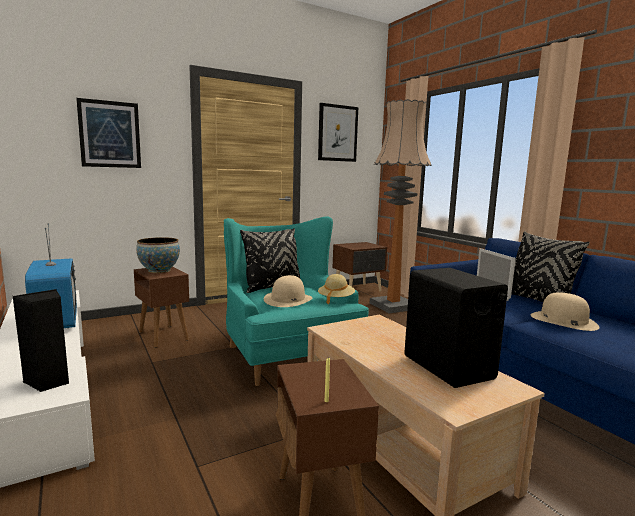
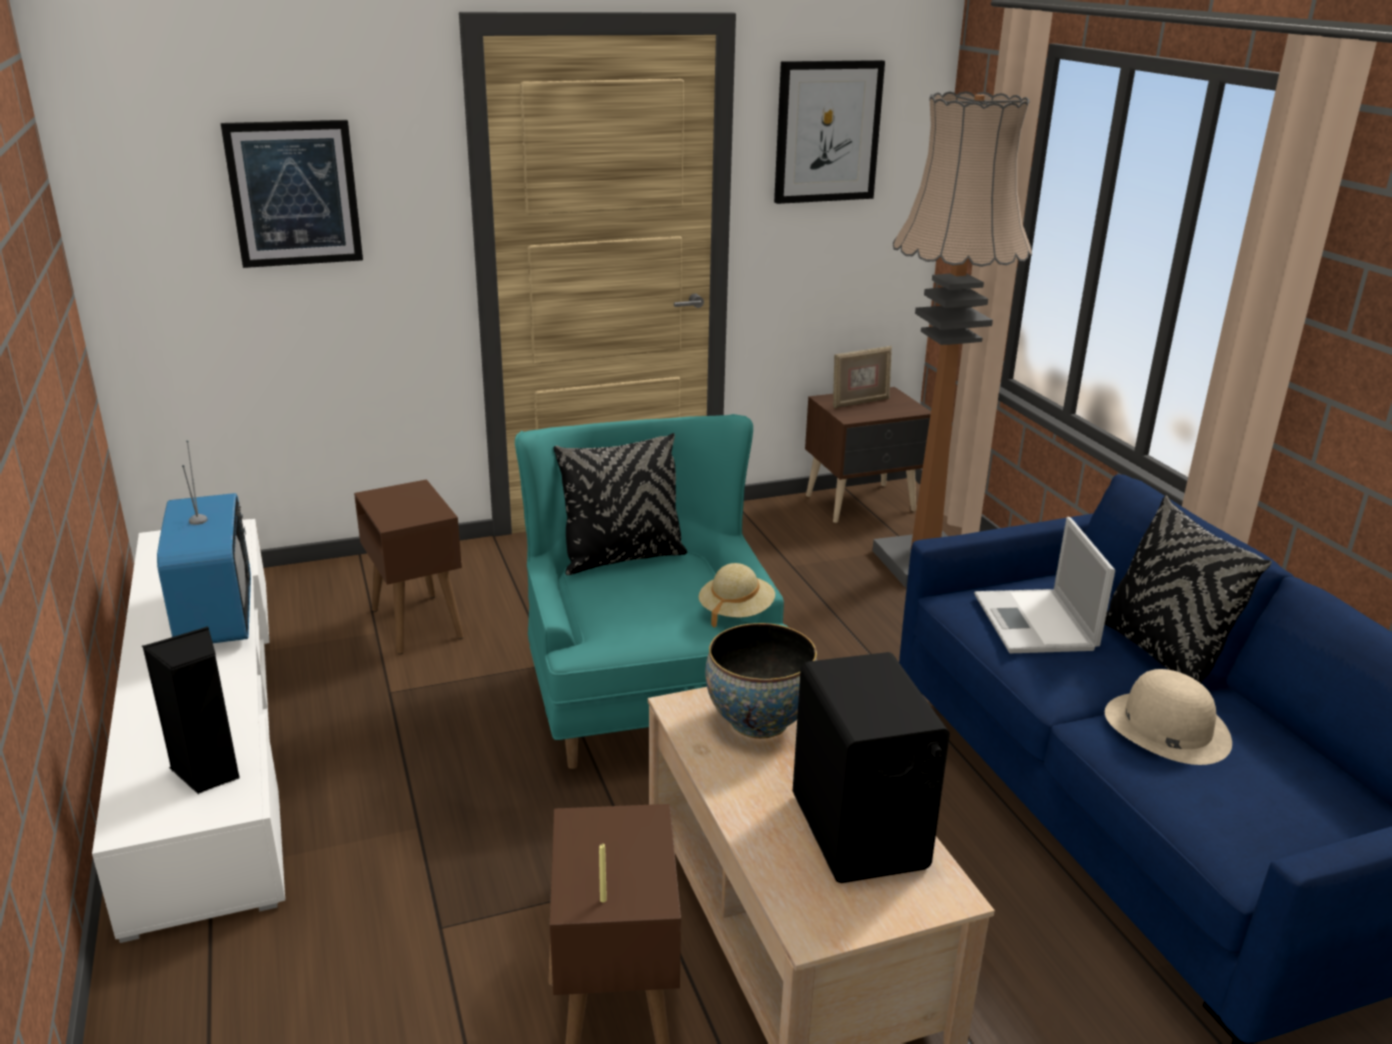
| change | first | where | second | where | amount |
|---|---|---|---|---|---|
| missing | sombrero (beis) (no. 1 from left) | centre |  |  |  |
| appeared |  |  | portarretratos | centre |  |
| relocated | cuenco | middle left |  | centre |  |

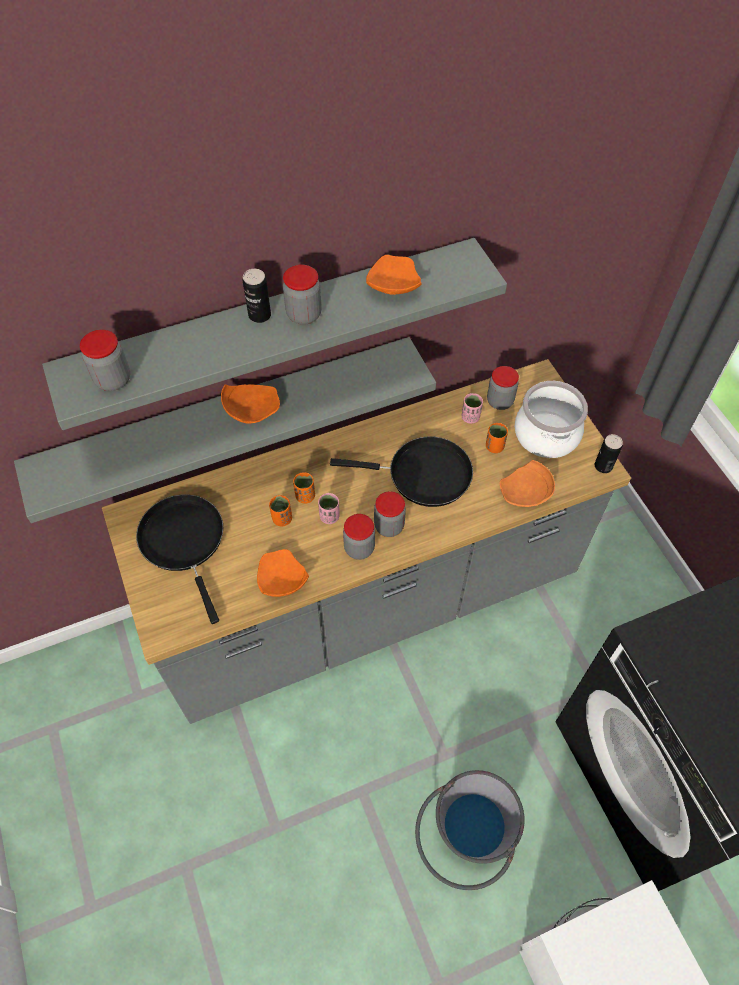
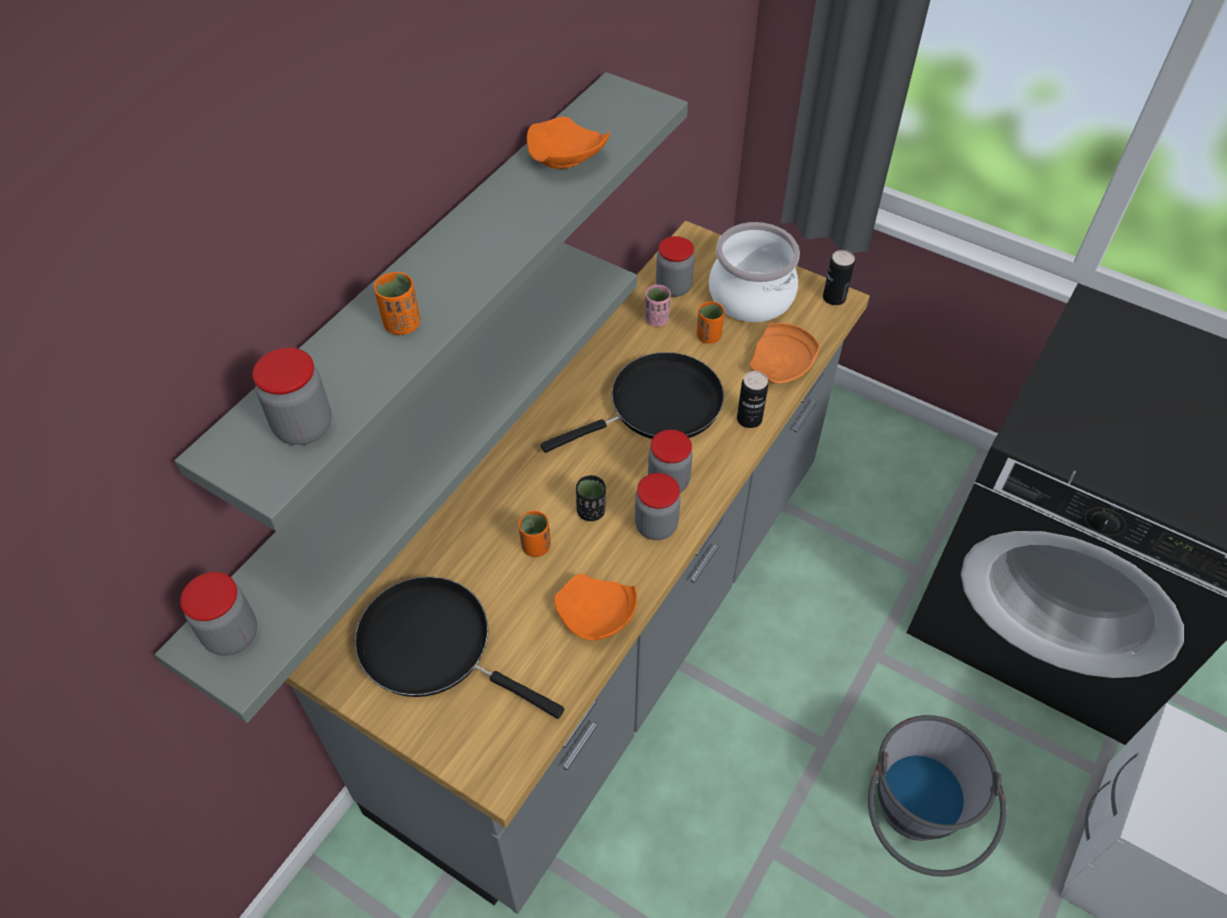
| change | first | where | second | where | amount |
|---|---|---|---|---|---|
| missing | plato (naranja) (no. 1 from left) | centre |  |  |  |
| relocated | lata (no. 1 from left) | top centre |  | centre |  |
| relocated | tarro (no. 2 from left in the first image) | top centre | tarro (no. 1 from left) | bottom left |  |
| relocated | taza (naranja) (no. 2 from left in the first image) | centre | taza (naranja) (no. 1 from left) | top left |  |
| colour | taza (rosa) (no. 1 from left) | centre | taza (negro) | centre |  |

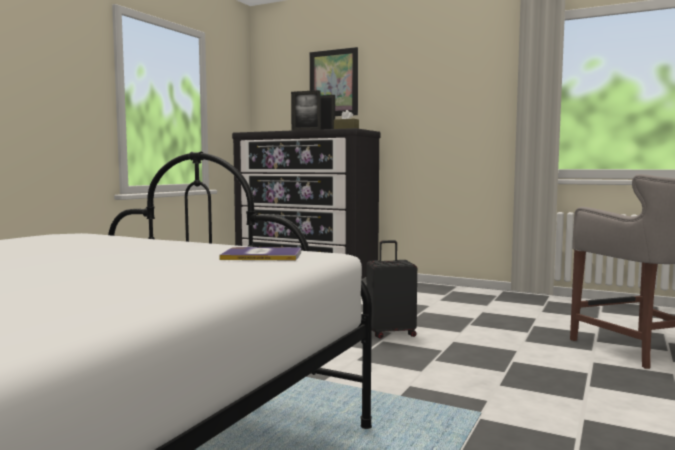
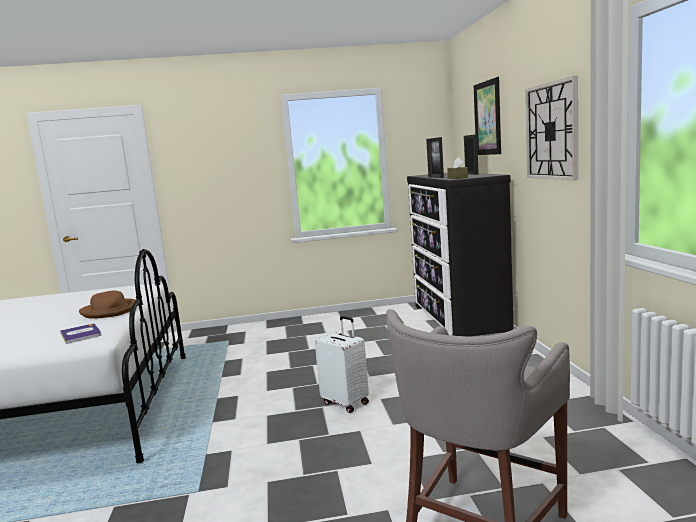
| change | first | where | second | where | amount |
|---|---|---|---|---|---|
| appeared |  |  | sombrero (marrón) | middle left |  |
| appeared |  |  | reloj de pared | top right |  |
| colour | maleta (negro) | centre | maleta (blanco) | bottom centre |  |

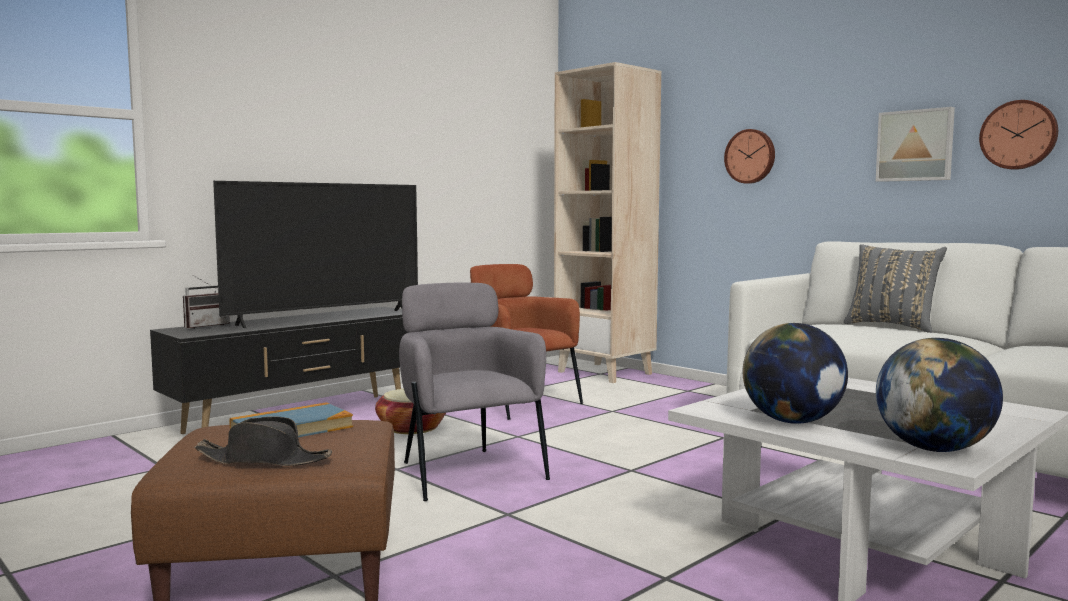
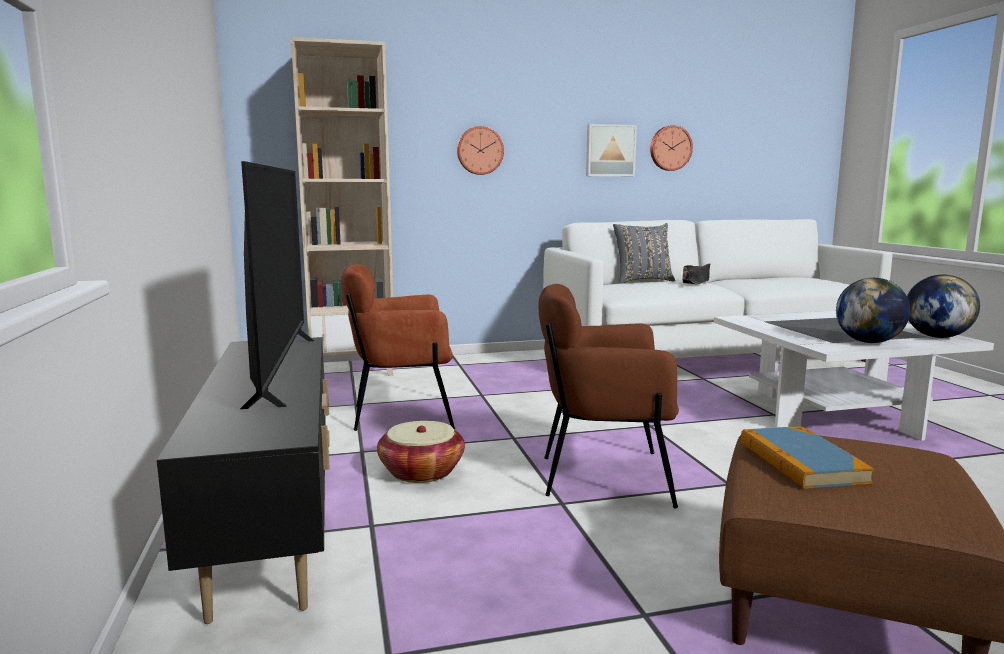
| change | first | where | second | where | amount |
|---|---|---|---|---|---|
| missing | radio | middle left |  |  |  |
| relocated | sombrero (negro) | bottom left |  | middle right |  |
| colour | sillón (gris) | centre | sillón (marrón) (no. 2 from left) | centre |  |

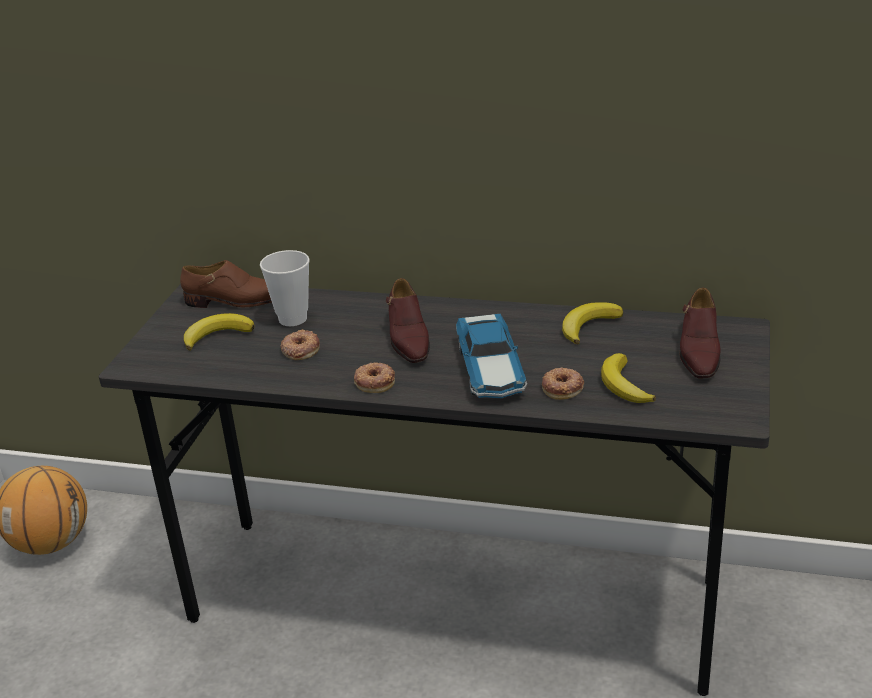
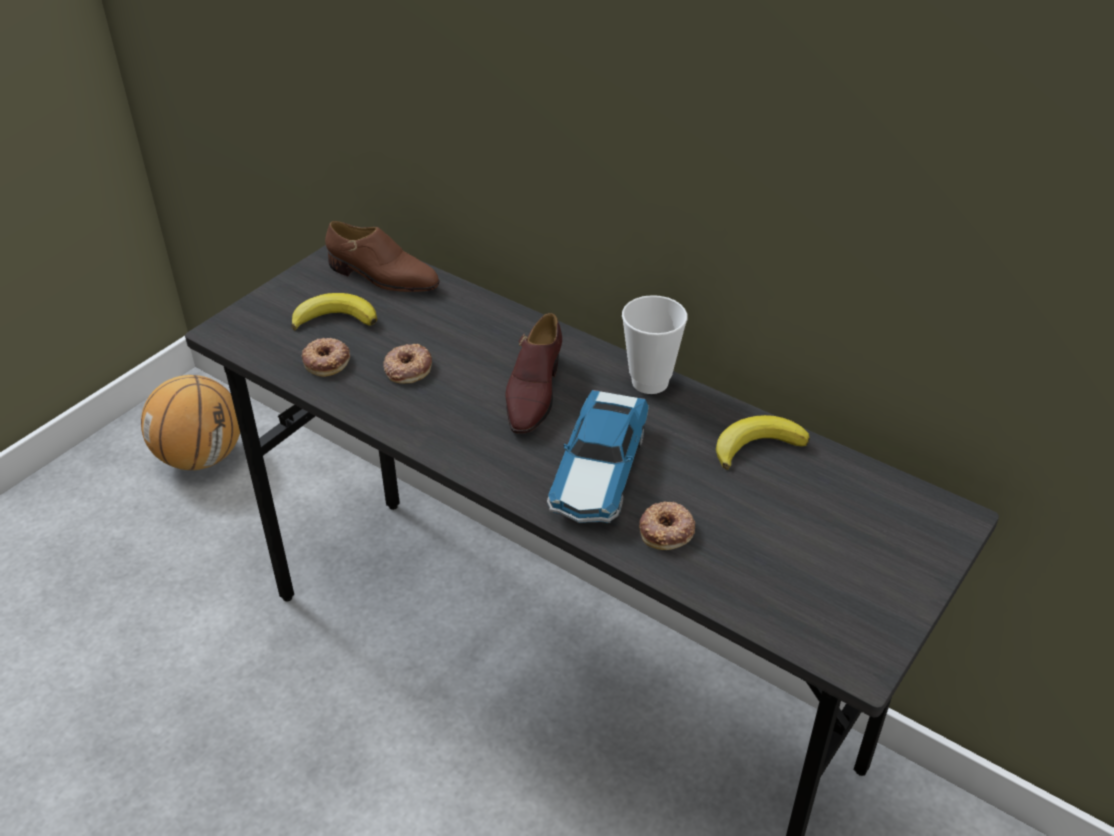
| change | first | where | second | where | amount |
|---|---|---|---|---|---|
| missing | plátano (no. 3 from left) | middle right |  |  |  |
| missing | zapato (marrón) (no. 3 from left) | middle right |  |  |  |
| relocated | taza | middle left |  | centre |  |
| relocated | rosquilla (no. 2 from left in the first image) | centre | rosquilla (no. 1 from left) | middle left |  |

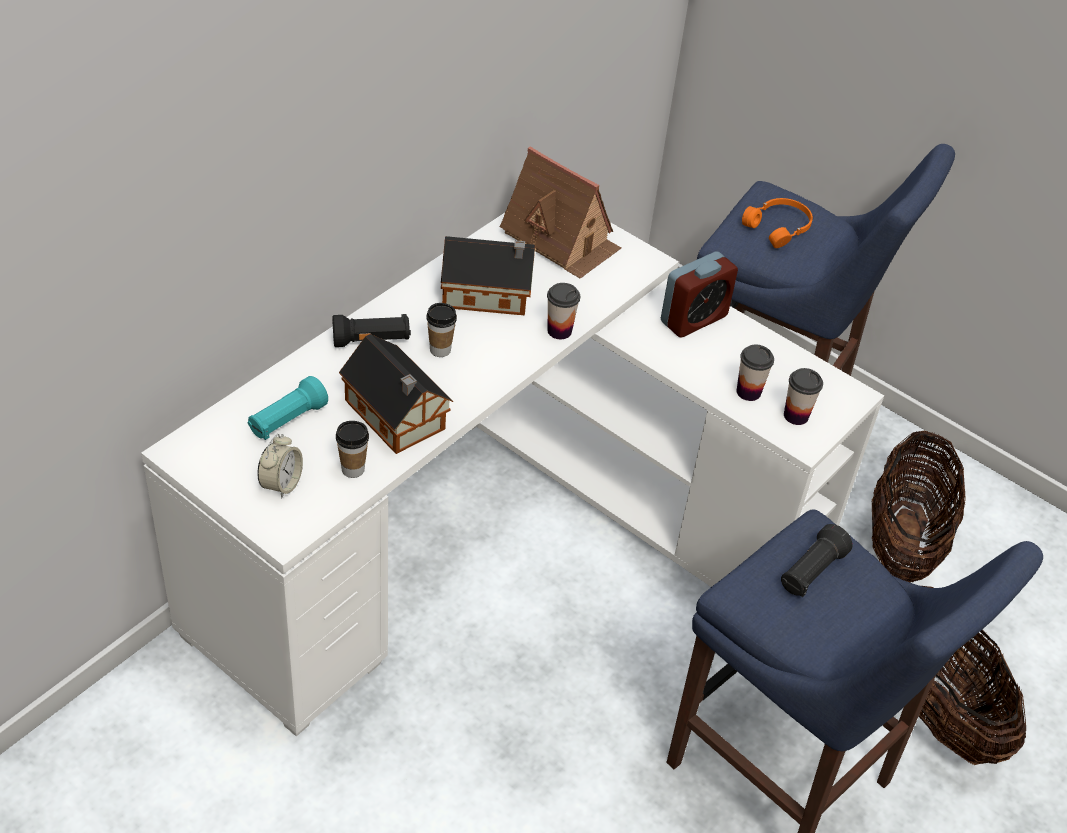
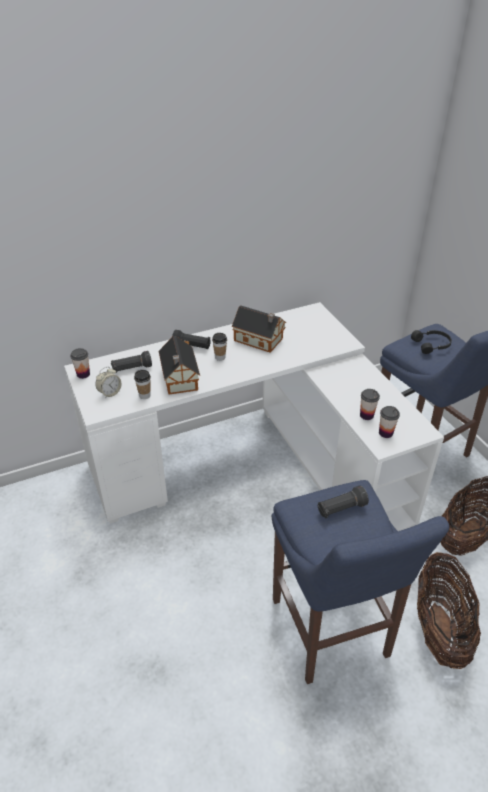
| change | first | where | second | where | amount |
|---|---|---|---|---|---|
| missing | casita (no. 3 from left) | top centre |  |  |  |
| missing | despertador (no. 2 from left) | centre |  |  |  |
| relocated | taza (no. 3 from left in the first image) | centre | taza (no. 1 from left) | middle left |  |
| colour | linterna (turquesa) | middle left | linterna (negro) (no. 1 from left) | middle left |  |
| colour | auriculares (naranja) | top right | auriculares (negro) | middle right |  |

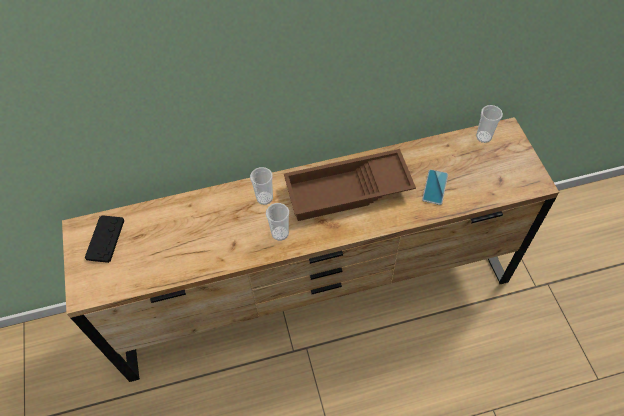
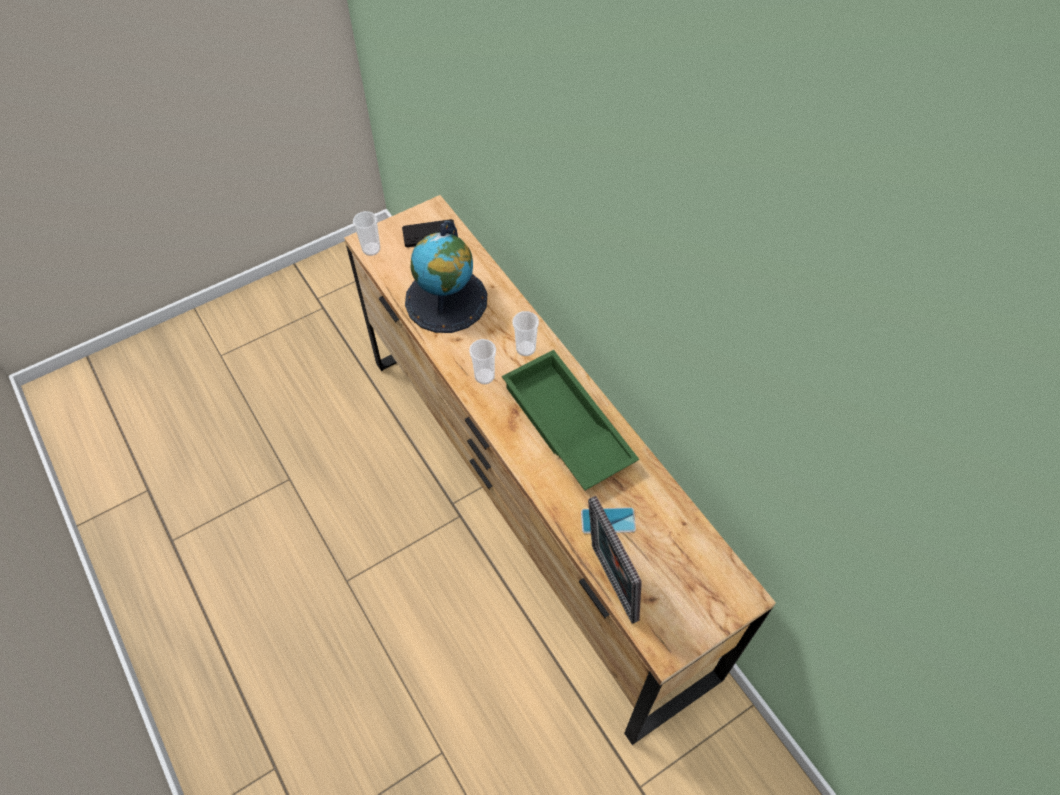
| change | first | where | second | where | amount |
|---|---|---|---|---|---|
| appeared |  |  | globo terráqueo | centre |  |
| appeared |  |  | portarretratos | bottom centre |  |
| relocated | taza (no. 3 from left in the first image) | top right | taza (no. 1 from left) | top centre |  |
| colour | bandeja (marrón) | centre | bandeja (verde) | centre |  |

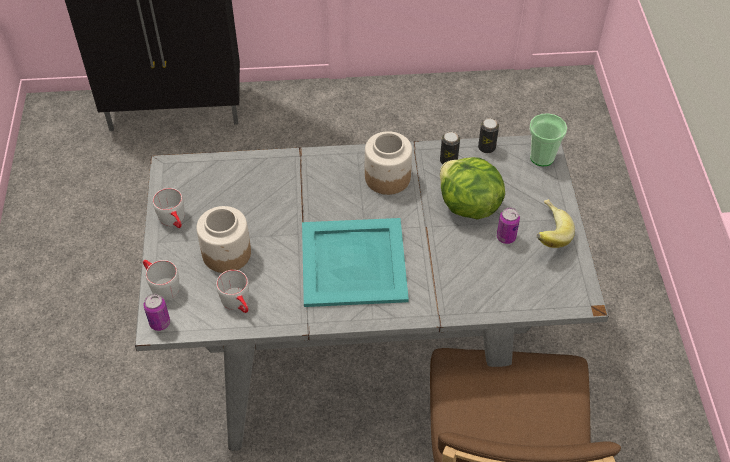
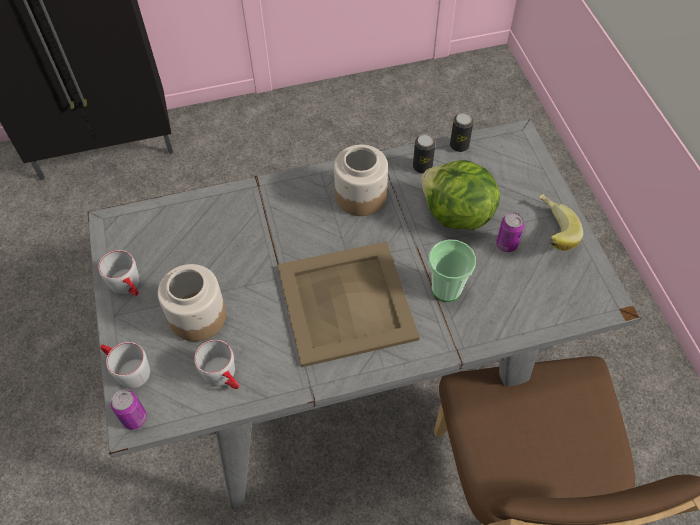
| change | first | where | second | where | amount |
|---|---|---|---|---|---|
| relocated | taza | top right |  | centre |  |
| colour | bandeja (turquesa) | centre | bandeja (beis) | centre |  |

